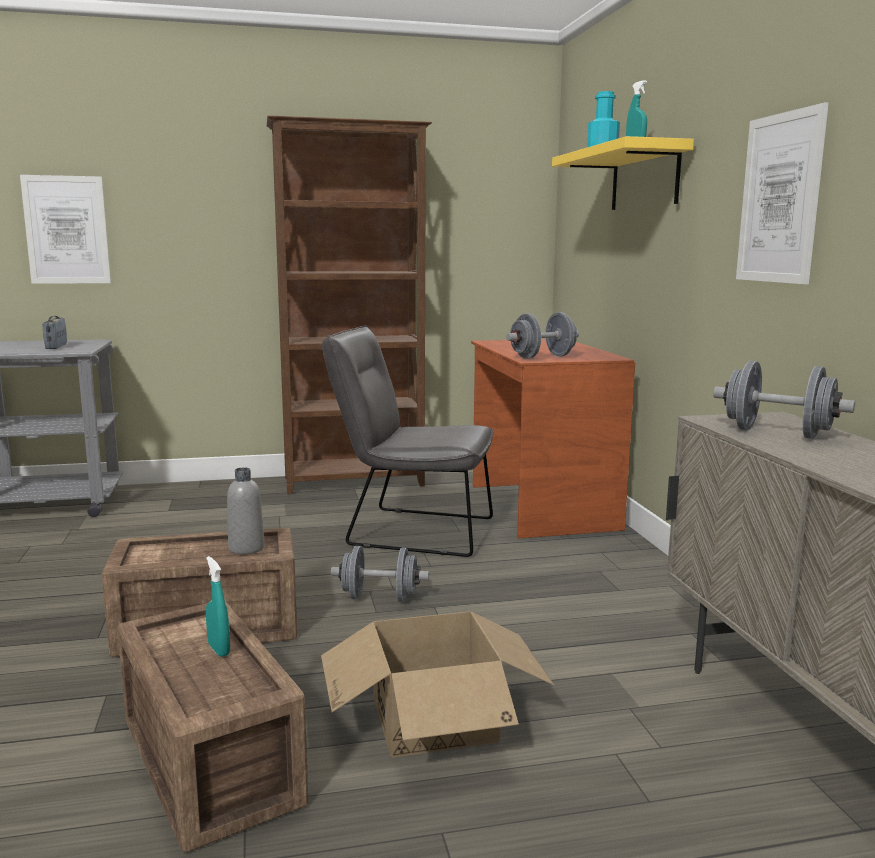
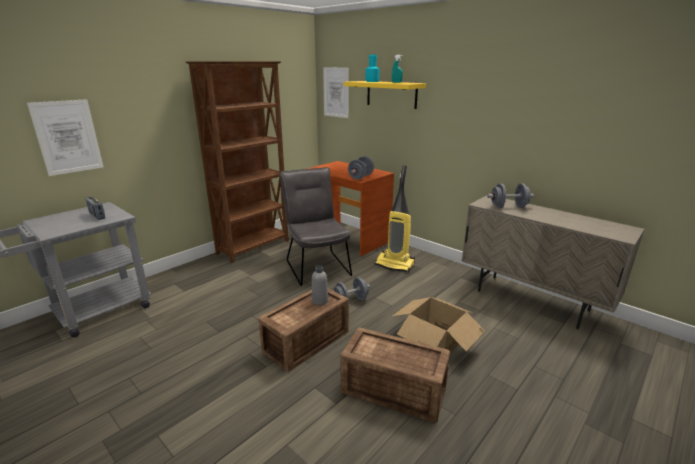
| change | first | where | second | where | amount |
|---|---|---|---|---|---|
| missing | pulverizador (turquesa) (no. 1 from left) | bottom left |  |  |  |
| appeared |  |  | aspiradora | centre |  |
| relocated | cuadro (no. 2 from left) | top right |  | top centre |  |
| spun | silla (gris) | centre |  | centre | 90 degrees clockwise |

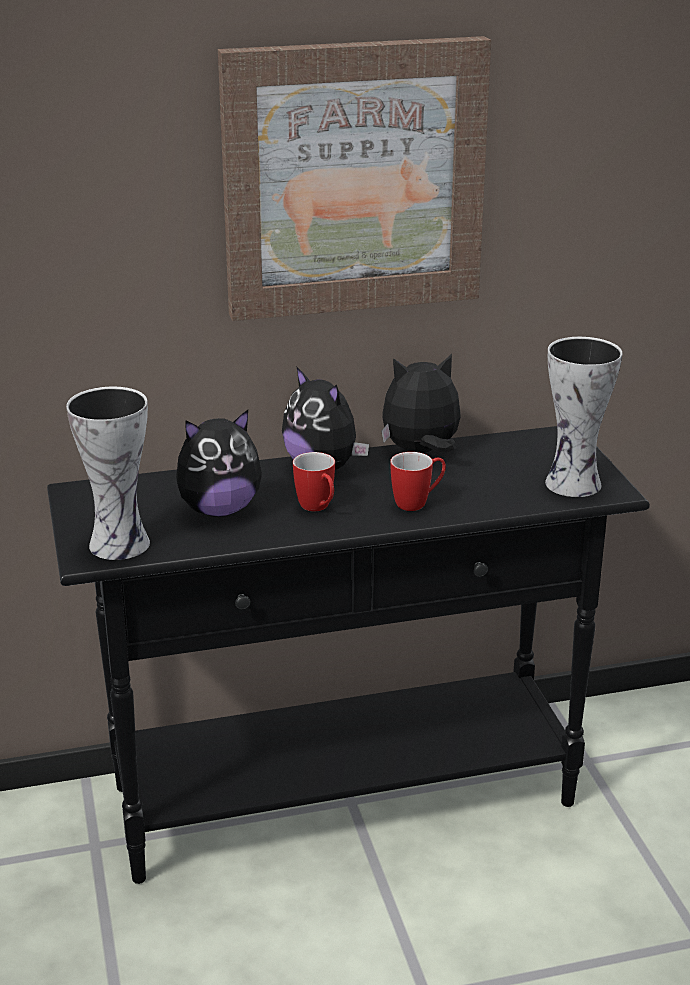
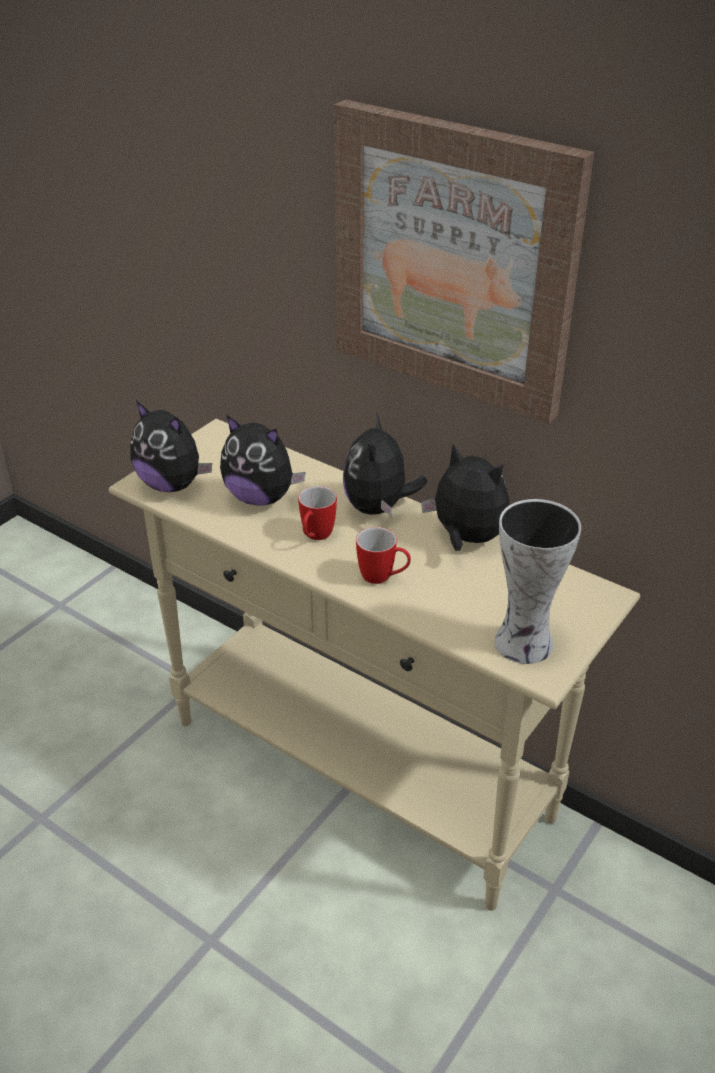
| change | first | where | second | where | amount |
|---|---|---|---|---|---|
| exchanged | florero (no. 1 from left) | middle left | peluche (no. 1 from left) | middle left |  |
| colour | mesa consola (negro) | centre | mesa consola (beis) | centre |  |

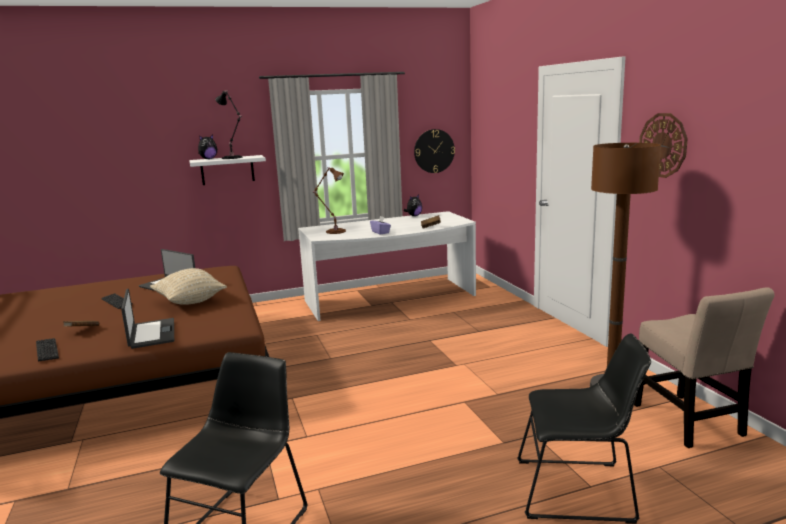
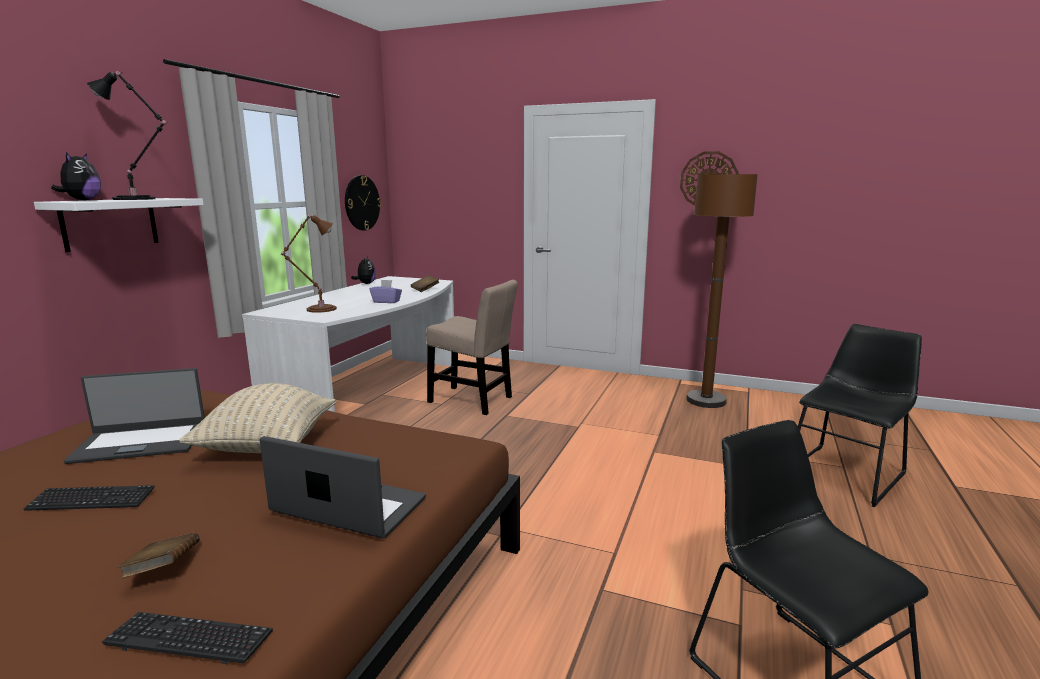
| change | first | where | second | where | amount |
|---|---|---|---|---|---|
| relocated | silla (beis) | bottom right |  | centre |  |

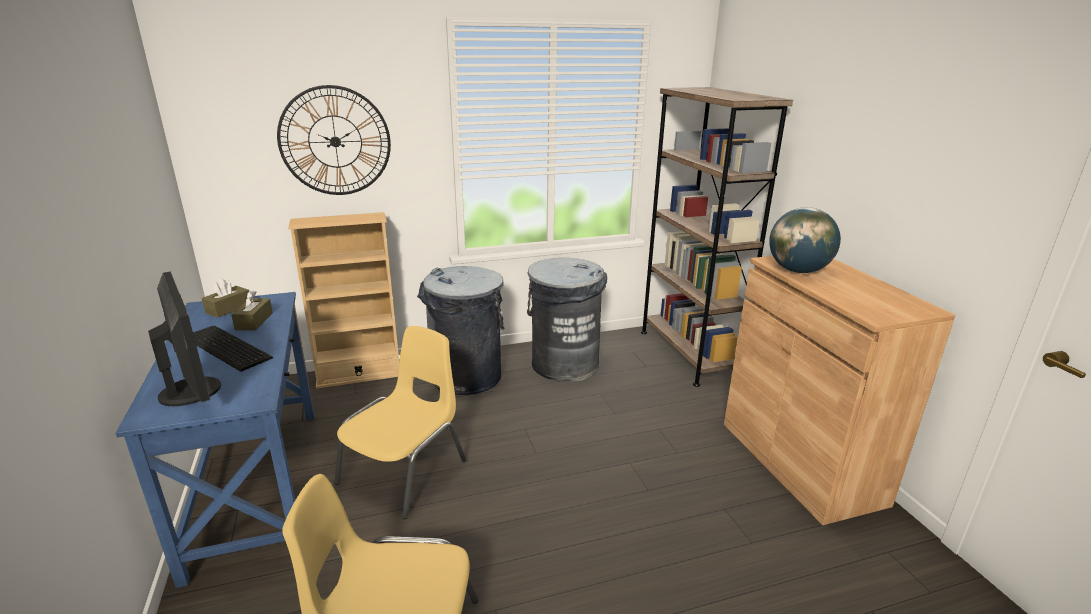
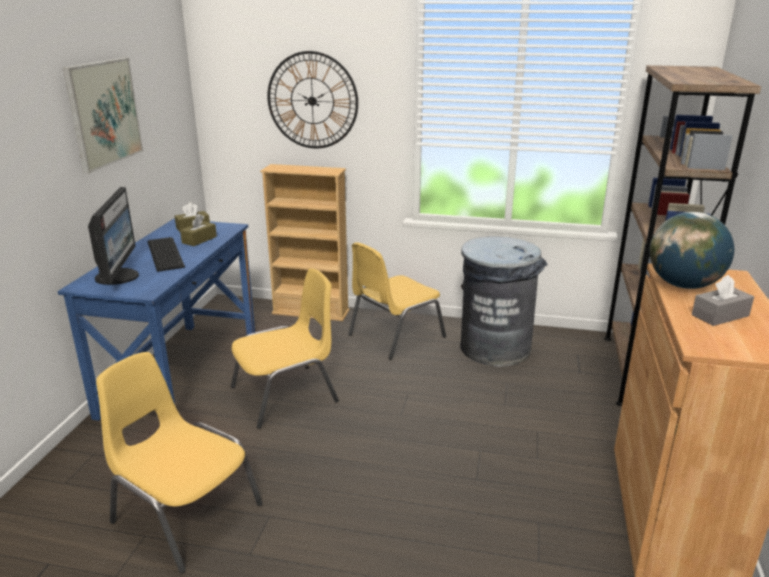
| change | first | where | second | where | amount |
|---|---|---|---|---|---|
| appeared |  |  | cuadro | top left |  |
| appeared |  |  | caja de pañuelos (gris) | middle right |  |
| exchanged | papelera (gris) (no. 1 from left) | centre | silla (amarillo) (no. 3 from left) | centre |  |

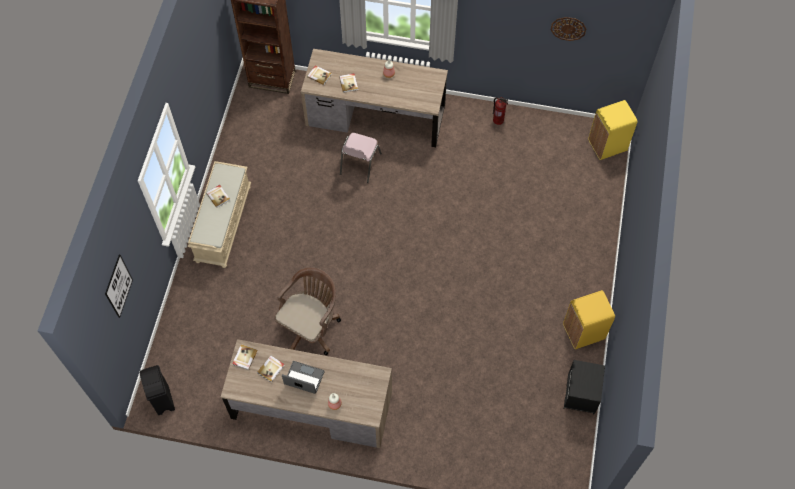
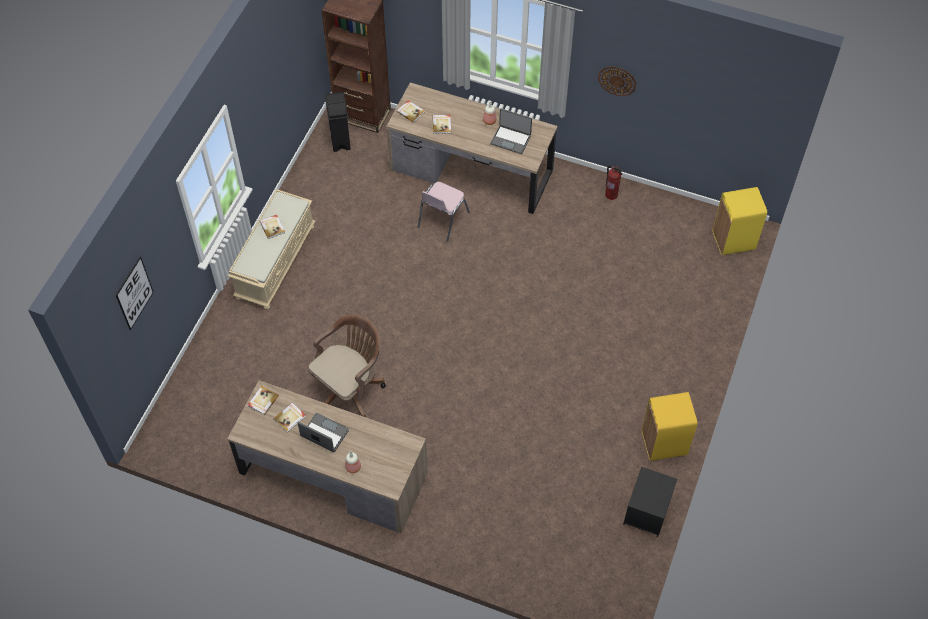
| change | first | where | second | where | amount |
|---|---|---|---|---|---|
| appeared |  |  | portátil (no. 2 from left) | top centre |  |
| relocated | papelera (negro) | bottom left |  | top centre |  |
| relocated | reloj de pared | top right |  | top centre |  |

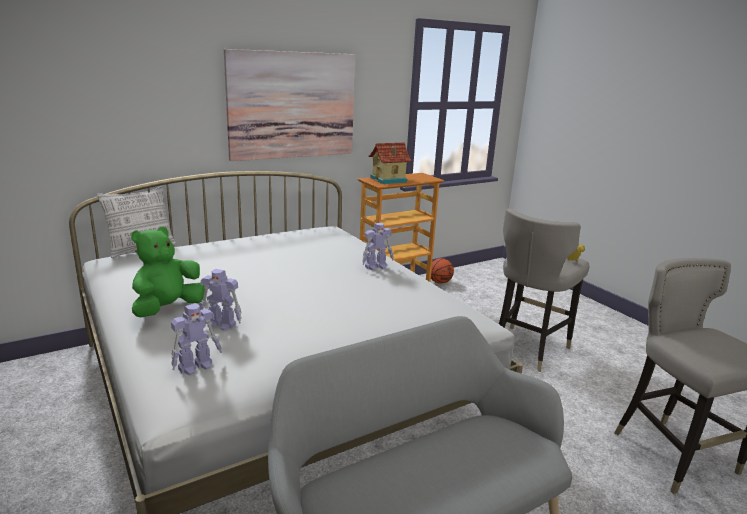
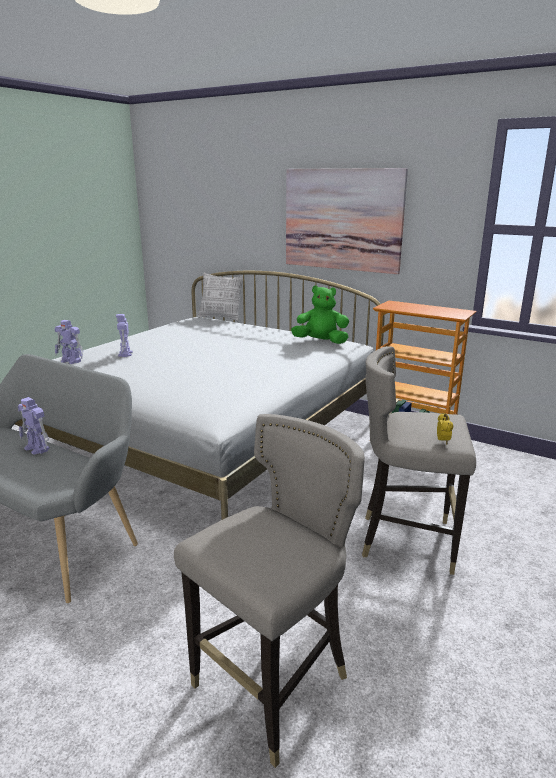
| change | first | where | second | where | amount |
|---|---|---|---|---|---|
| missing | casita | top centre |  |  |  |
| missing | balón de baloncesto | centre |  |  |  |
| relocated | peluche (verde) | middle left |  | centre |  |
| relocated | robot de juguete (no. 3 from left in the first image) | centre | robot de juguete (no. 1 from left) | middle left |  |

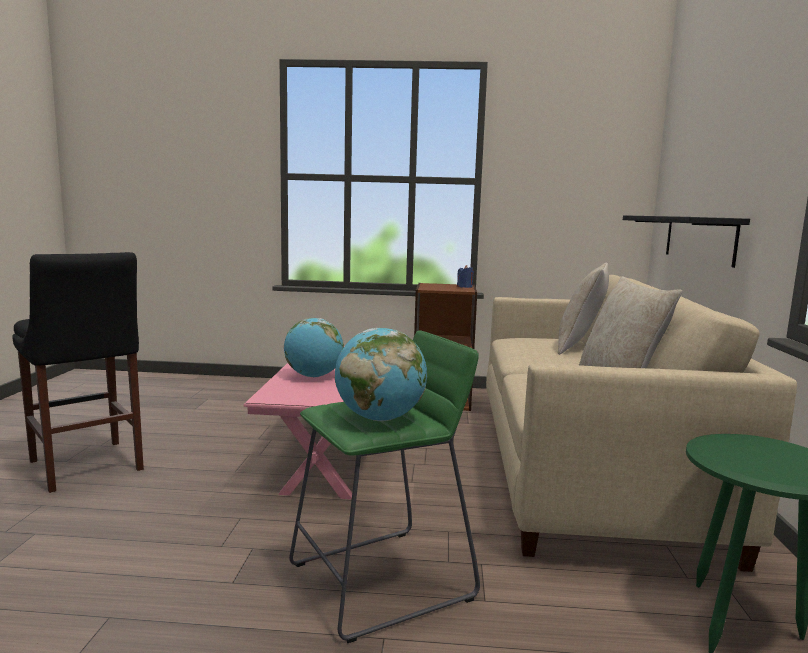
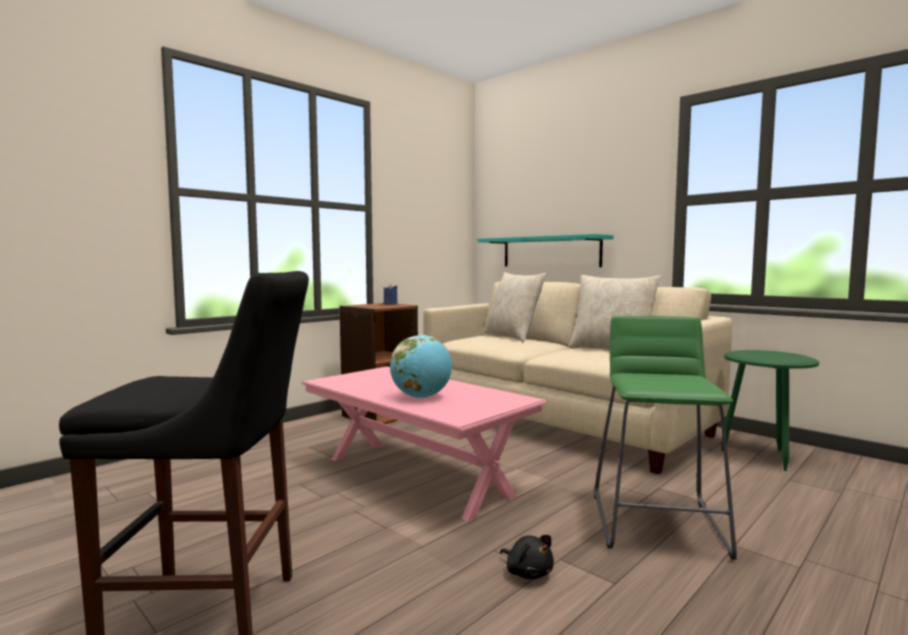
| change | first | where | second | where | amount |
|---|---|---|---|---|---|
| missing | globo terráqueo (no. 2 from left) | centre |  |  |  |
| appeared |  |  | peluche (negro) | bottom centre |  |
| colour | estante (negro) | middle right | estante (turquesa) | centre |  |

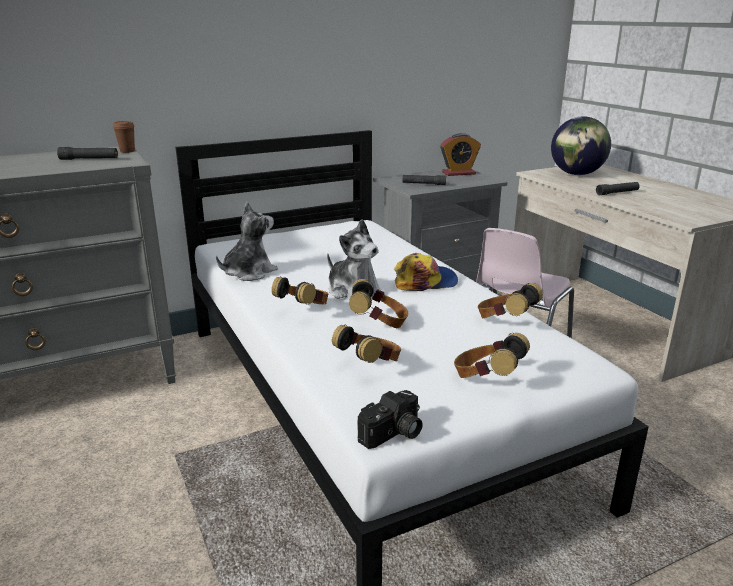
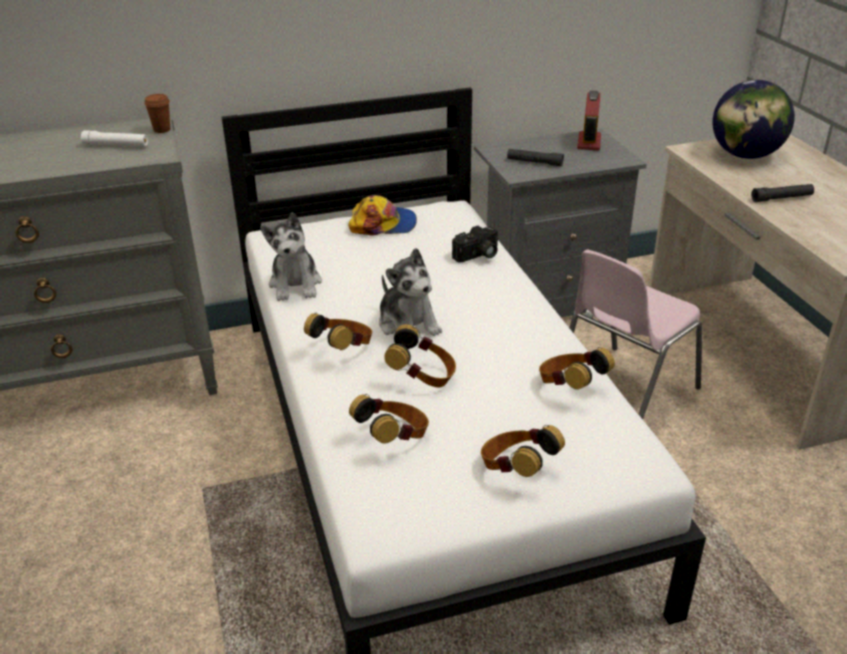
| change | first | where | second | where | amount |
|---|---|---|---|---|---|
| relocated | cámara | bottom centre |  | centre |  |
| relocated | gorra | centre |  | top centre |  |
| colour | linterna (negro) (no. 1 from left) | top left | linterna (blanco) | top left |  |
| spun | peluche (no. 1 from left) | centre |  | centre | 120 degrees clockwise |
| spun | despertador | top centre |  | top right | 105 degrees clockwise |

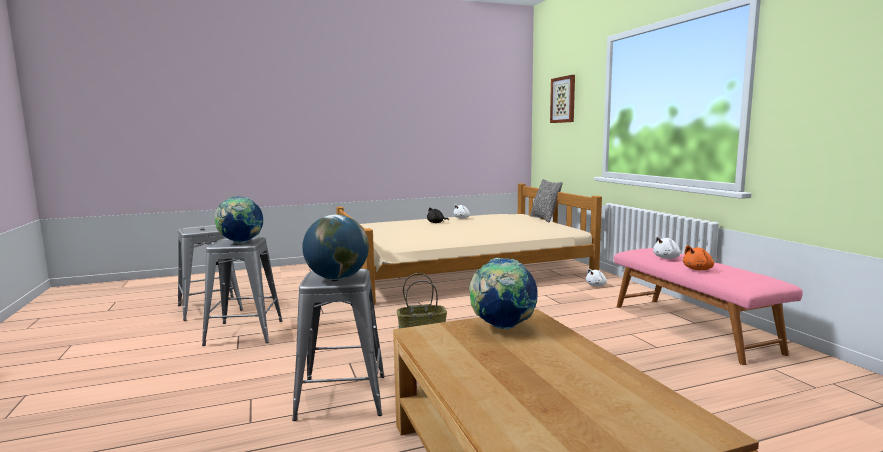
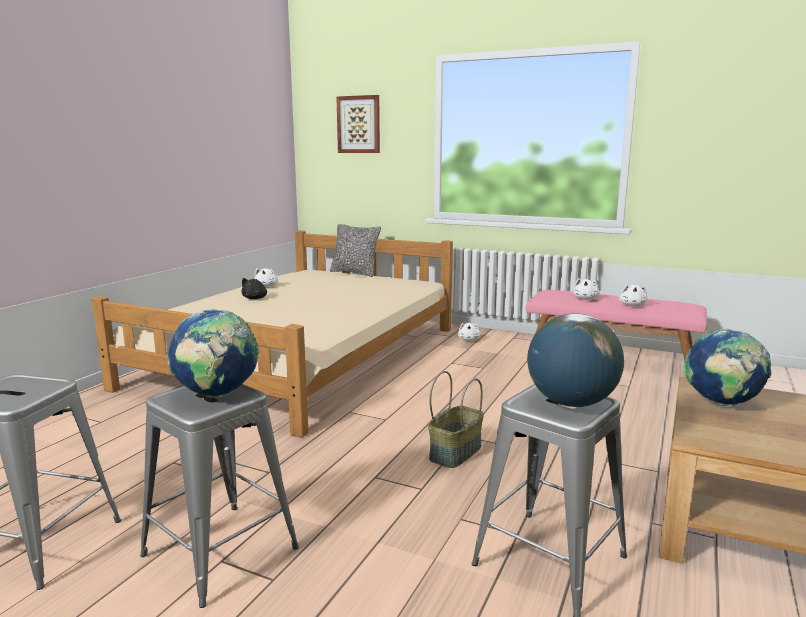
| change | first | where | second | where | amount |
|---|---|---|---|---|---|
| colour | peluche (naranja) | middle right | peluche (blanco) (no. 4 from left) | middle right |  |

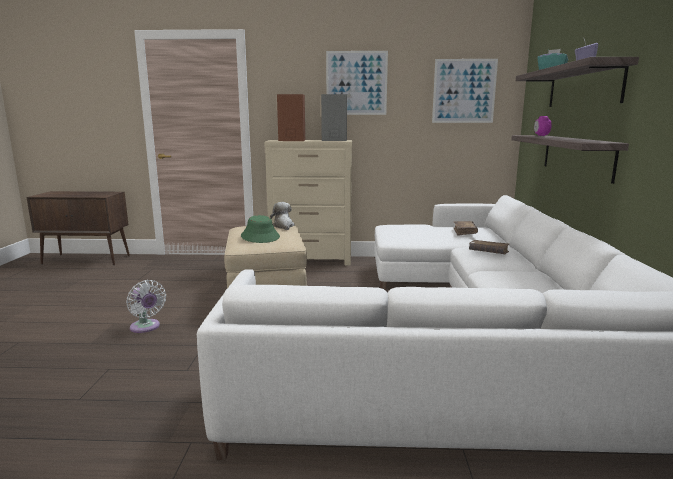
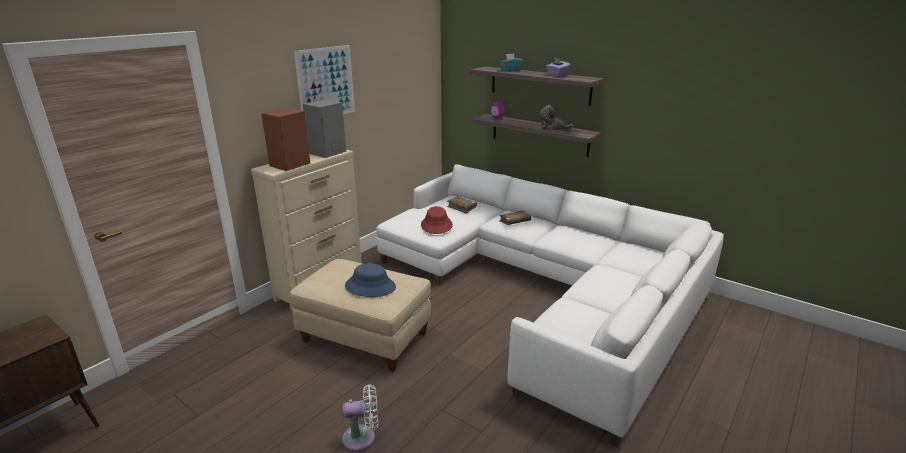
| change | first | where | second | where | amount |
|---|---|---|---|---|---|
| missing | cuadro (no. 2 from left) | top right |  |  |  |
| appeared |  |  | sombrero (rojo) | centre |  |
| relocated | peluche | centre |  | top centre |  |
| colour | sombrero (verde) | centre | sombrero (azul) | centre |  |

